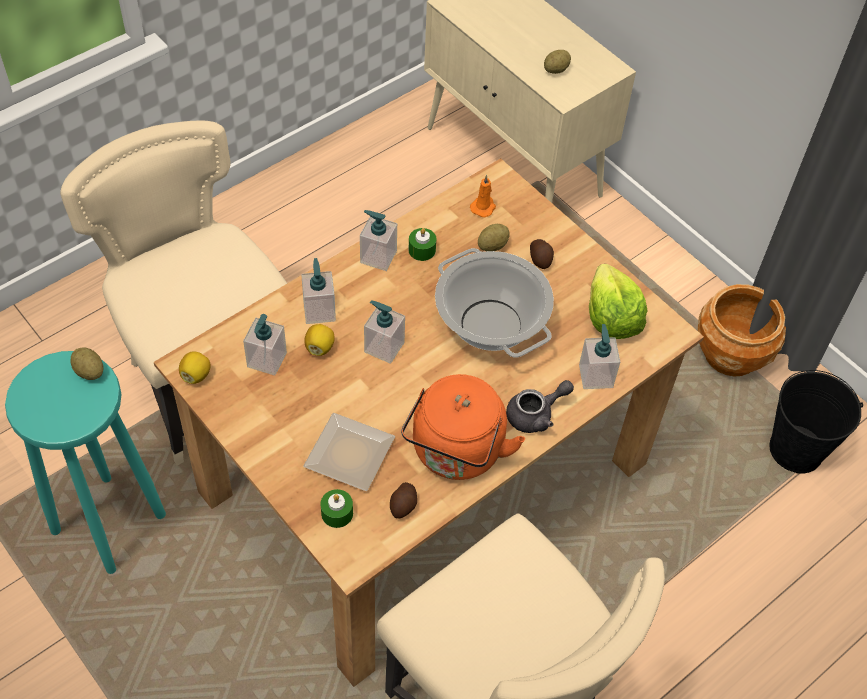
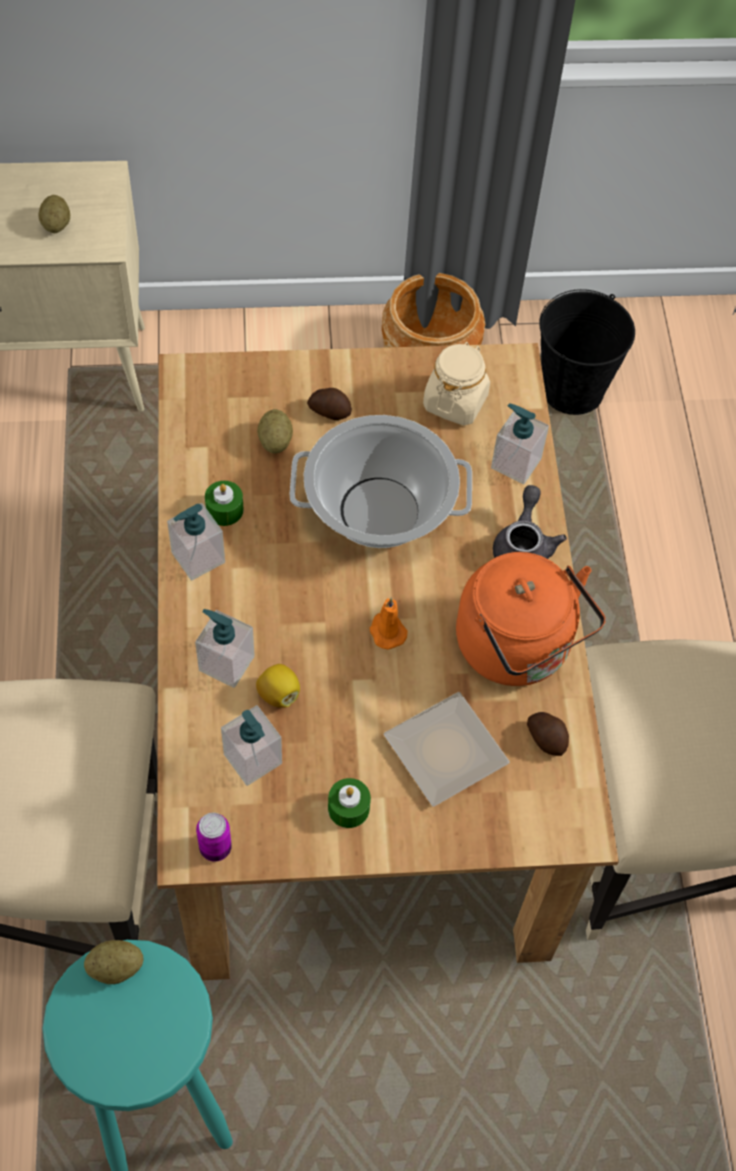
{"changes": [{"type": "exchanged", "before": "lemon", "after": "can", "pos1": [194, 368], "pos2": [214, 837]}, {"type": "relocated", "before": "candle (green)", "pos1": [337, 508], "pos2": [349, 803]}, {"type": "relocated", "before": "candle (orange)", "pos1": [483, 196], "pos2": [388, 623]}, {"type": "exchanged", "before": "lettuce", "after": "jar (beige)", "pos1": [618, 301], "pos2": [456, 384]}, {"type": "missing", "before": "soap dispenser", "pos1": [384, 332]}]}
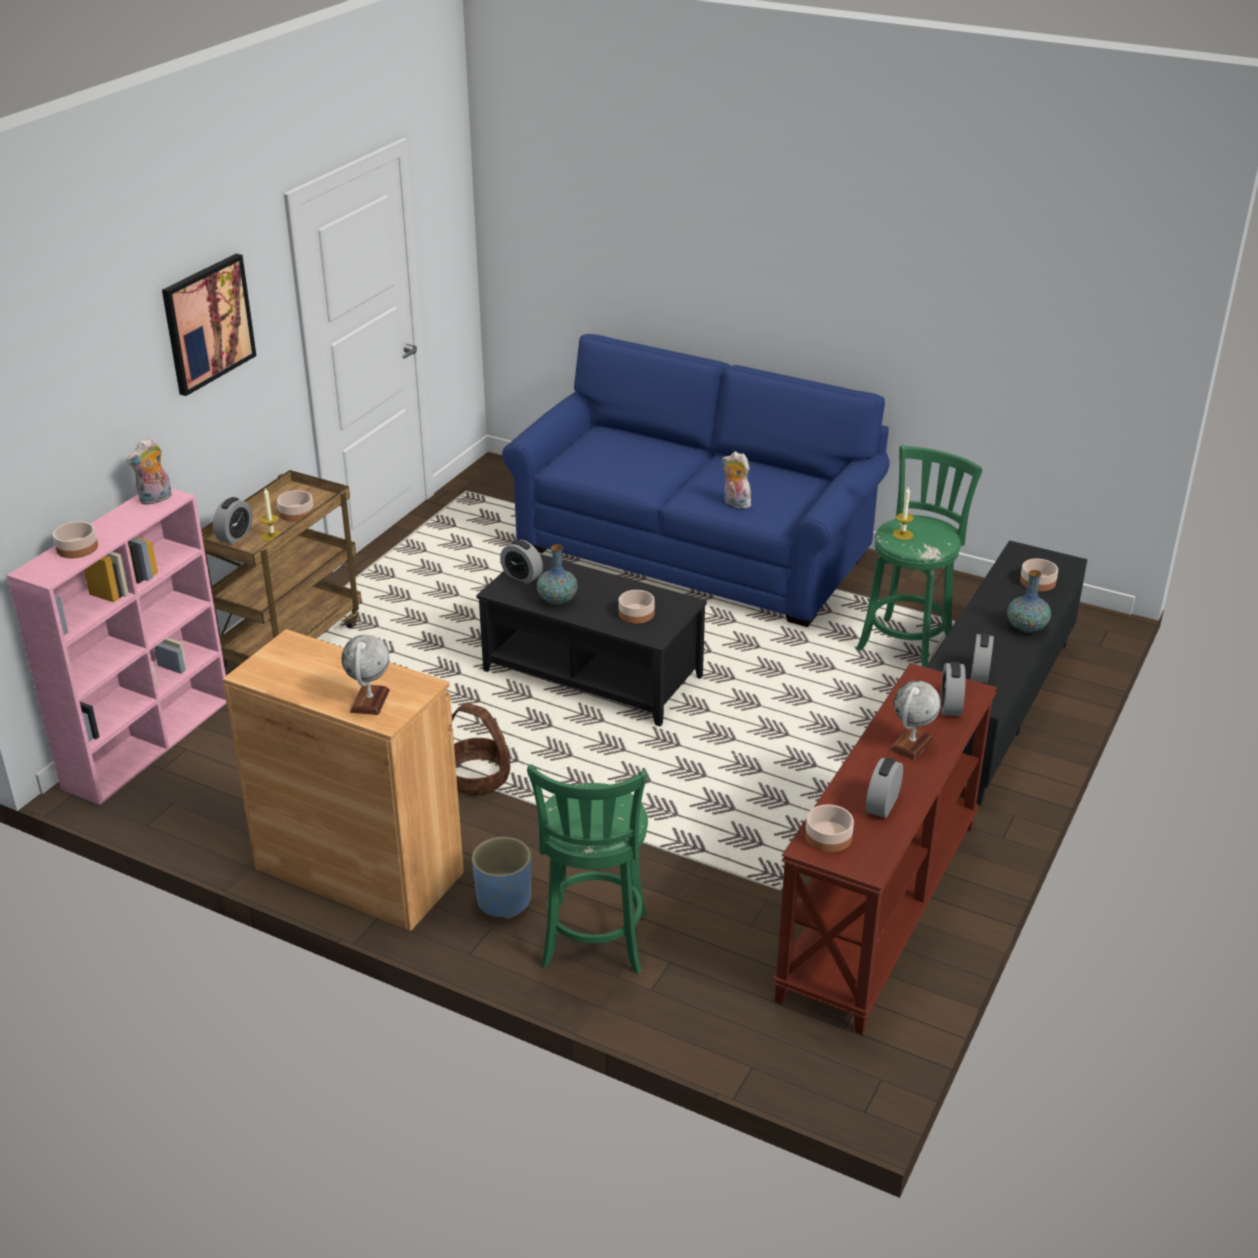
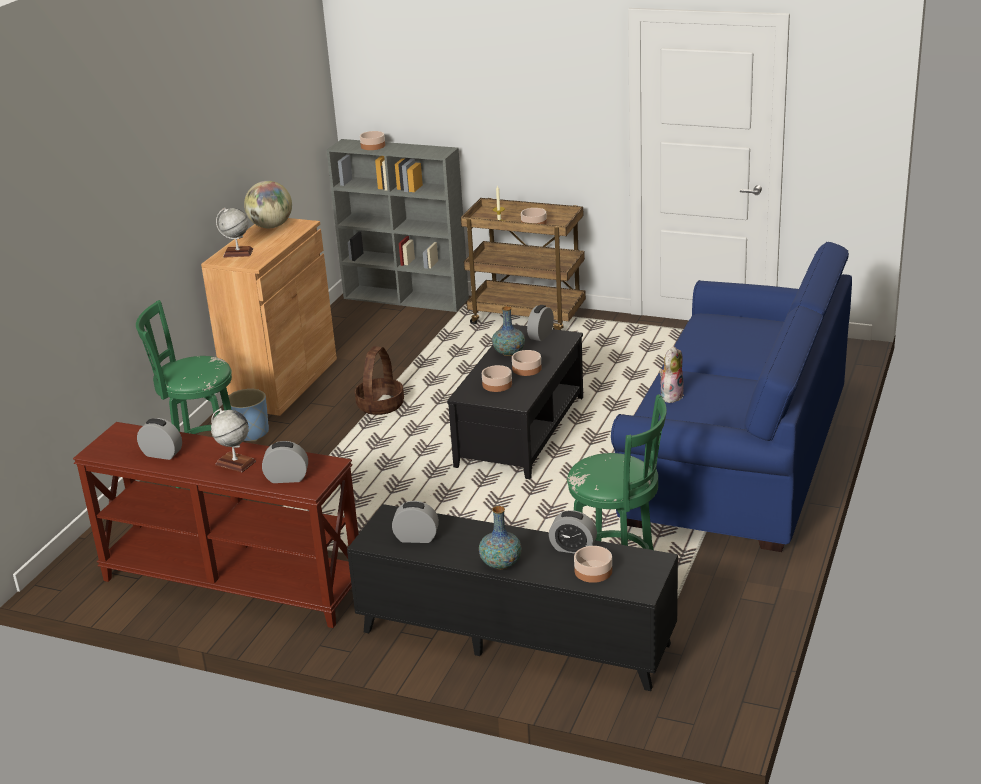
{"changes": [{"type": "appeared", "after": "globe", "pos2": [268, 204]}, {"type": "colour", "before": "bookcase (pink)", "after": "bookcase (grey)", "pos1": [117, 646], "pos2": [398, 225]}, {"type": "relocated", "before": "bowl", "pos1": [829, 828], "pos2": [527, 363]}, {"type": "relocated", "before": "alarm clock", "pos1": [233, 520], "pos2": [573, 532]}, {"type": "missing", "before": "plush toy", "pos1": [149, 471]}, {"type": "missing", "before": "picture", "pos1": [209, 325]}, {"type": "missing", "before": "candle", "pos1": [903, 513]}]}
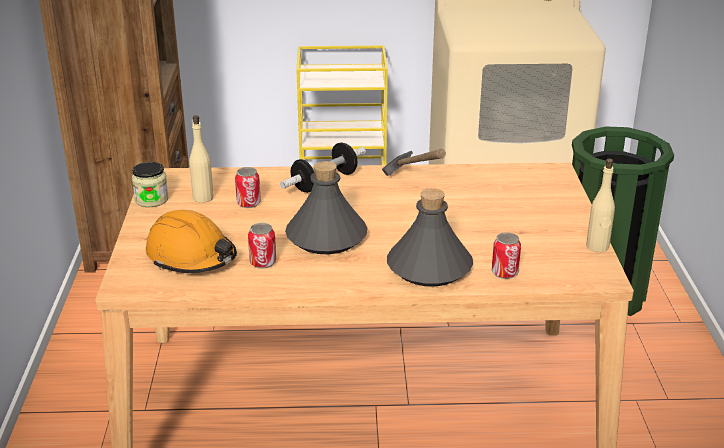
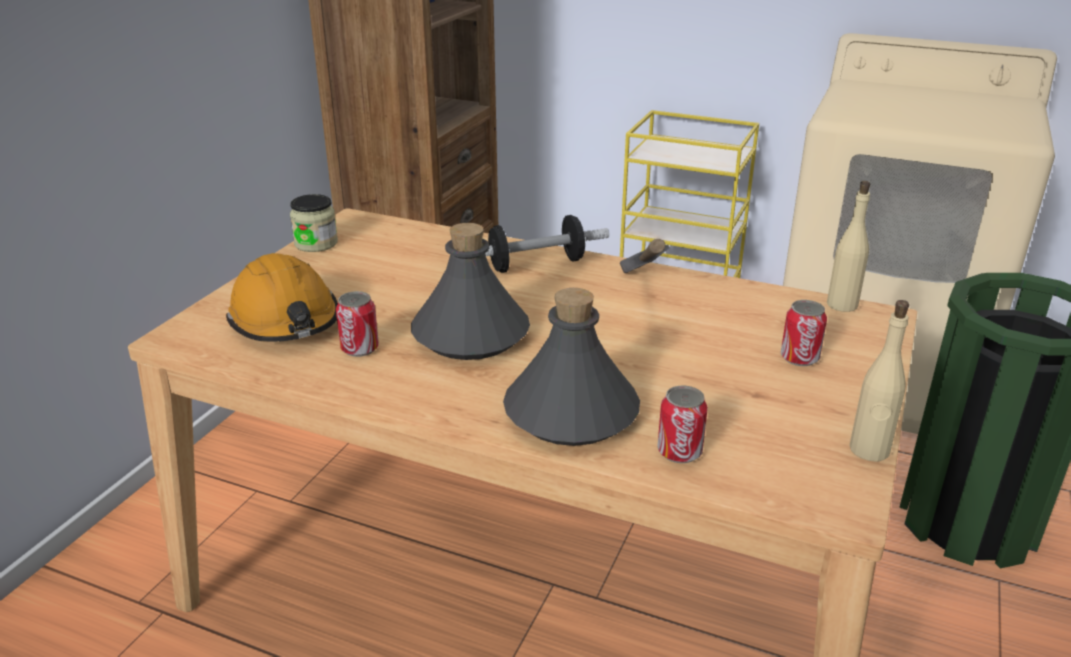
{"changes": [{"type": "relocated", "before": "can", "pos1": [248, 187], "pos2": [804, 333]}, {"type": "relocated", "before": "bottle (beige)", "pos1": [201, 159], "pos2": [848, 246]}]}
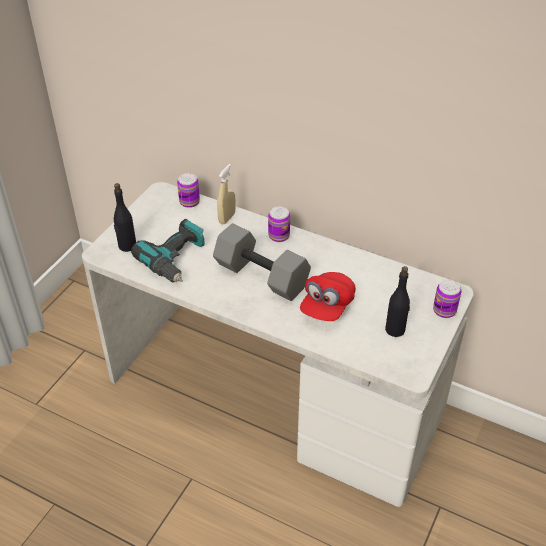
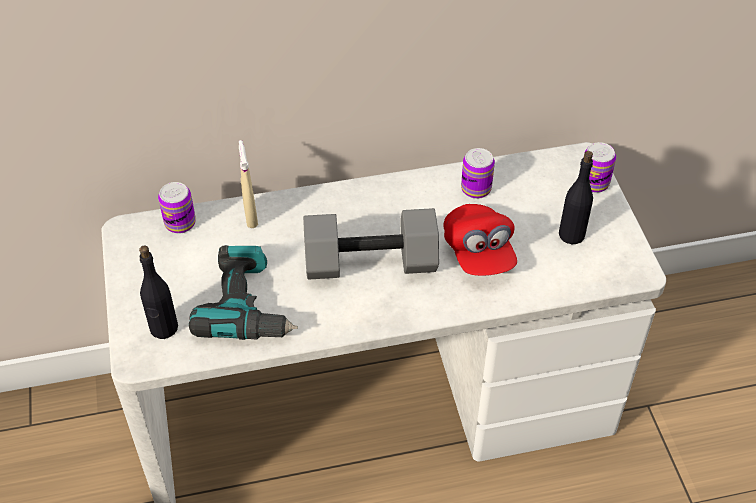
{"changes": [{"type": "relocated", "before": "can", "pos1": [279, 224], "pos2": [478, 173]}]}
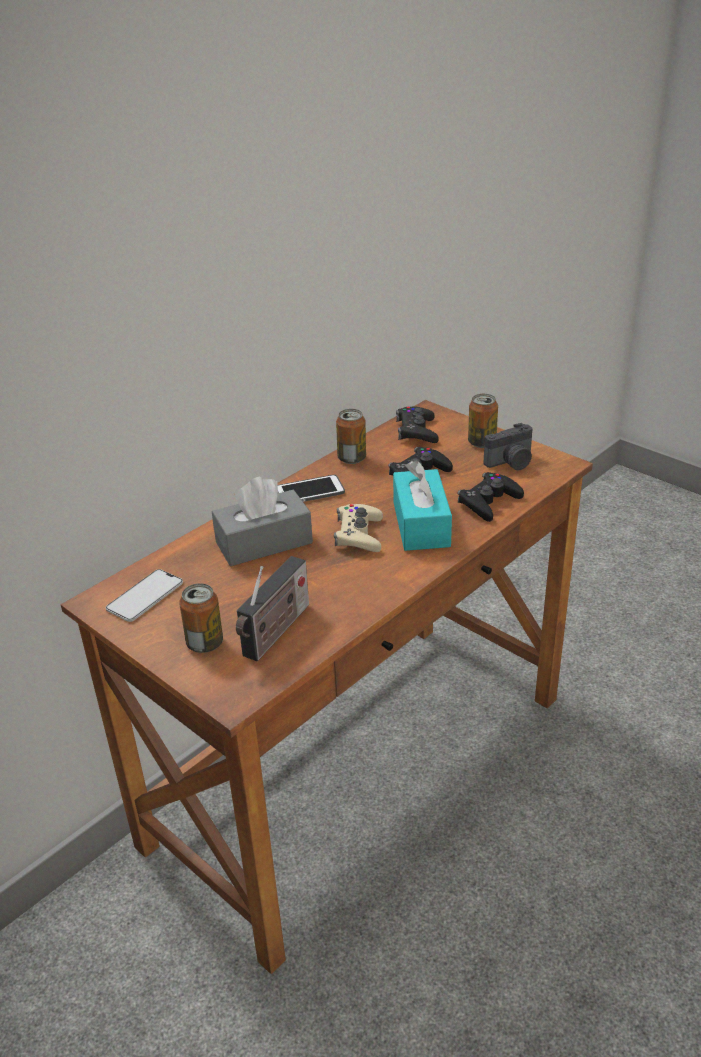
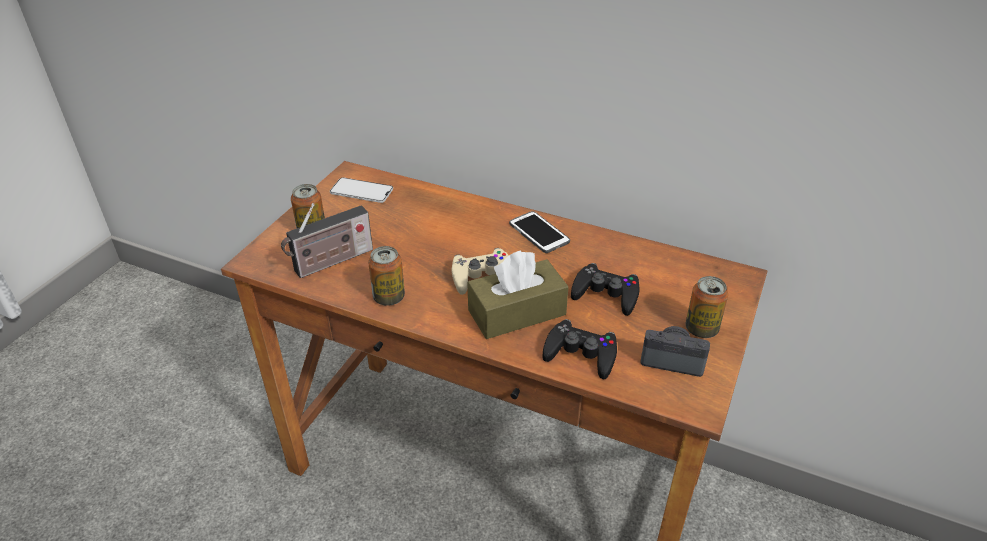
{"changes": [{"type": "spun", "before": "radio", "pos1": [272, 608], "pos2": [327, 240], "turn": -45}, {"type": "relocated", "before": "can", "pos1": [351, 436], "pos2": [386, 276]}, {"type": "colour", "before": "tissue box (turquoise)", "after": "tissue box (brown)", "pos1": [422, 505], "pos2": [518, 295]}, {"type": "spun", "before": "photo camera", "pos1": [508, 446], "pos2": [675, 351], "turn": 150}, {"type": "missing", "before": "tissue box (grey)", "pos1": [262, 521]}, {"type": "missing", "before": "game controller (black)", "pos1": [417, 424]}]}
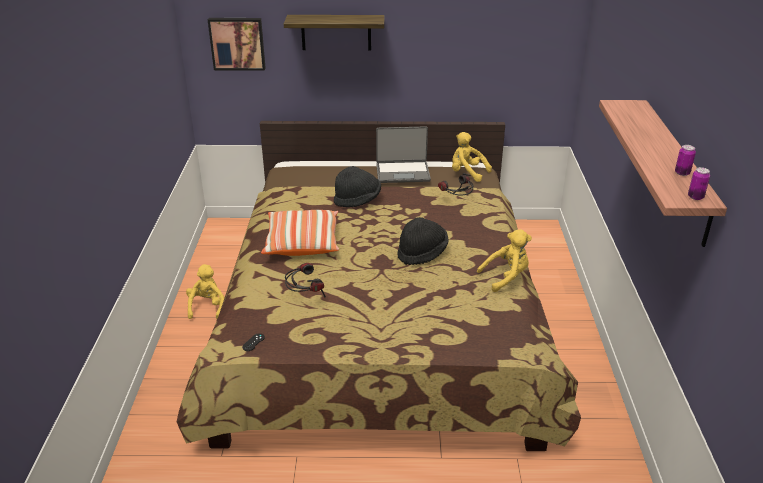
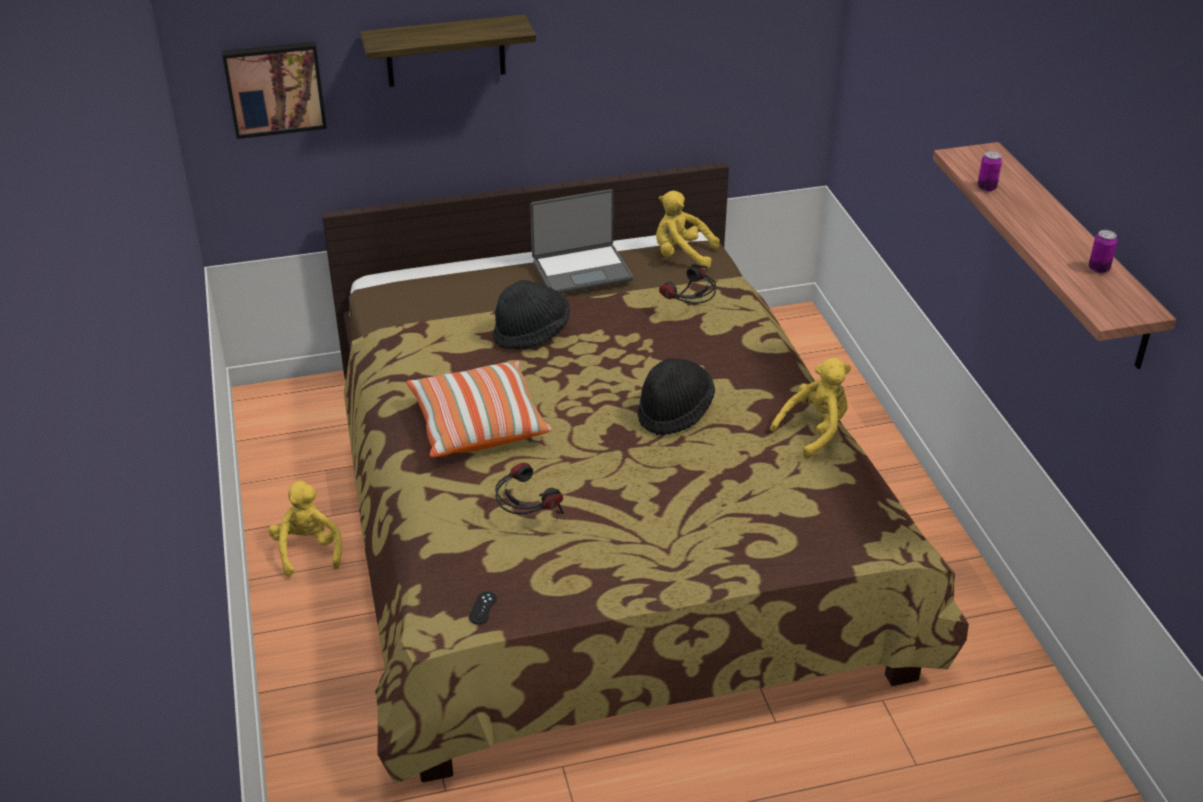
{"changes": [{"type": "relocated", "before": "can", "pos1": [699, 183], "pos2": [989, 171]}]}
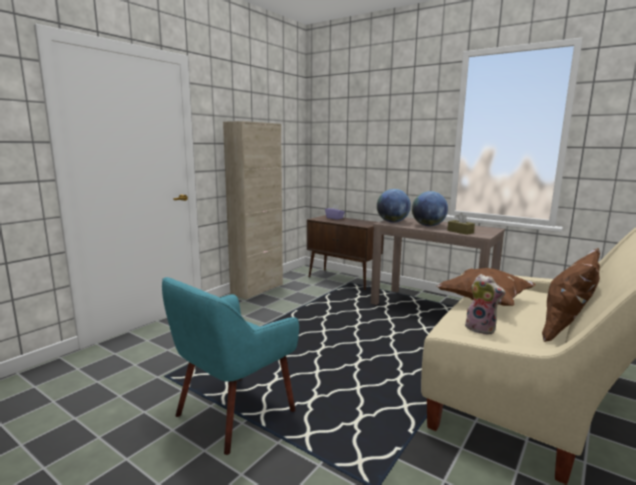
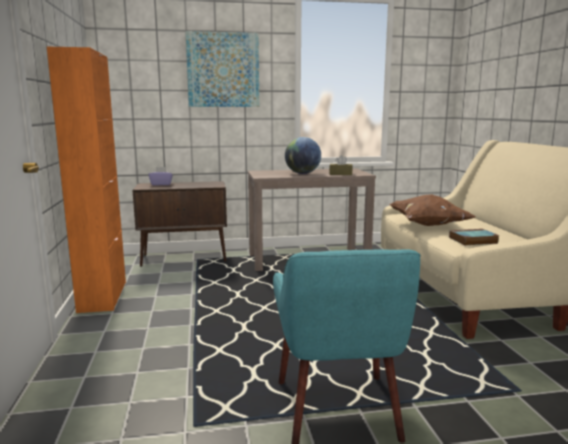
{"changes": [{"type": "colour", "before": "cabinet (beige)", "after": "cabinet (orange)", "pos1": [253, 210], "pos2": [86, 180]}, {"type": "appeared", "after": "picture", "pos2": [222, 69]}, {"type": "exchanged", "before": "plush toy", "after": "book", "pos1": [485, 304], "pos2": [474, 237]}, {"type": "missing", "before": "globe", "pos1": [394, 205]}, {"type": "missing", "before": "pillow (brown)", "pos1": [571, 295]}]}
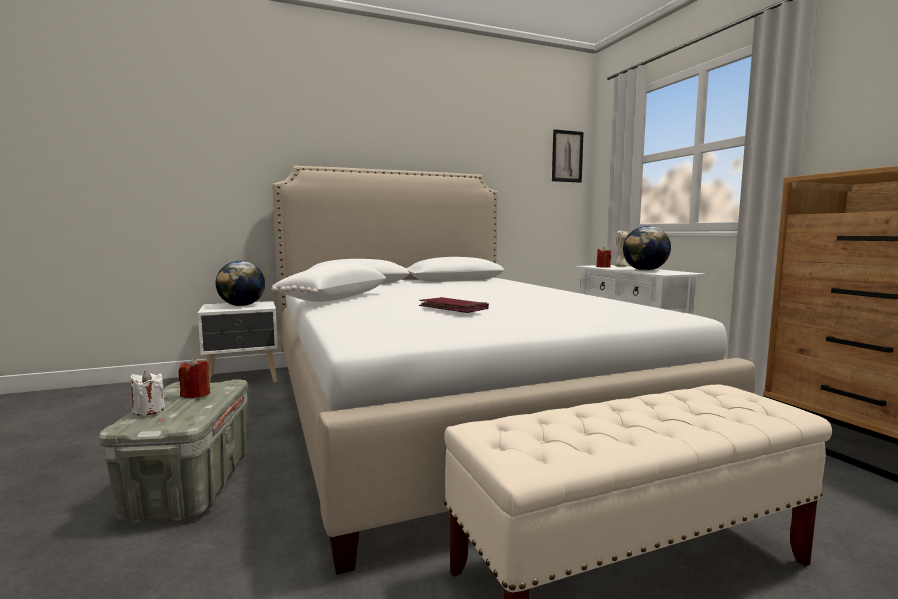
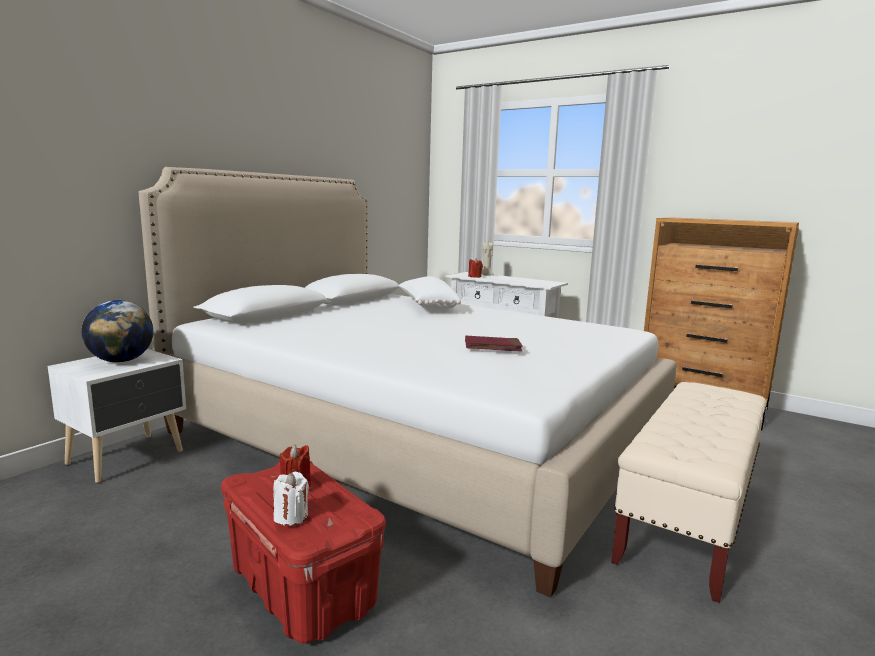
{"changes": [{"type": "colour", "before": "storage box (grey)", "after": "storage box (red)", "pos1": [173, 451], "pos2": [303, 552]}, {"type": "relocated", "before": "pillow (white)", "pos1": [329, 282], "pos2": [429, 293]}, {"type": "missing", "before": "picture", "pos1": [568, 156]}, {"type": "missing", "before": "globe", "pos1": [647, 248]}]}
